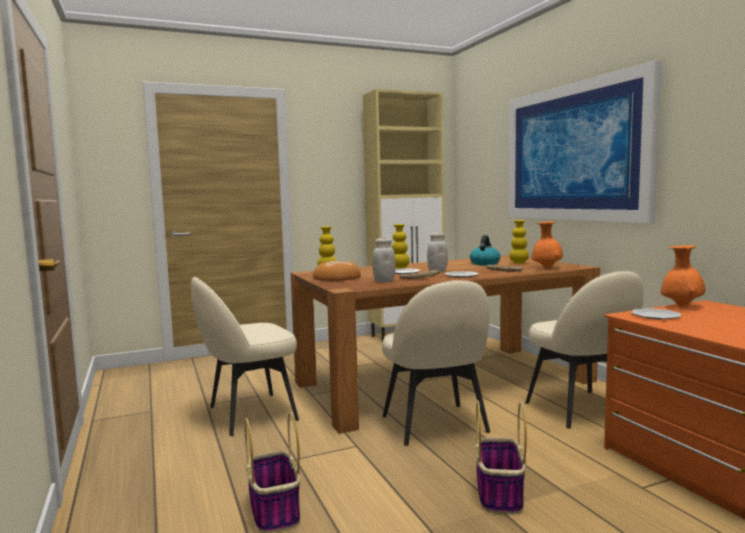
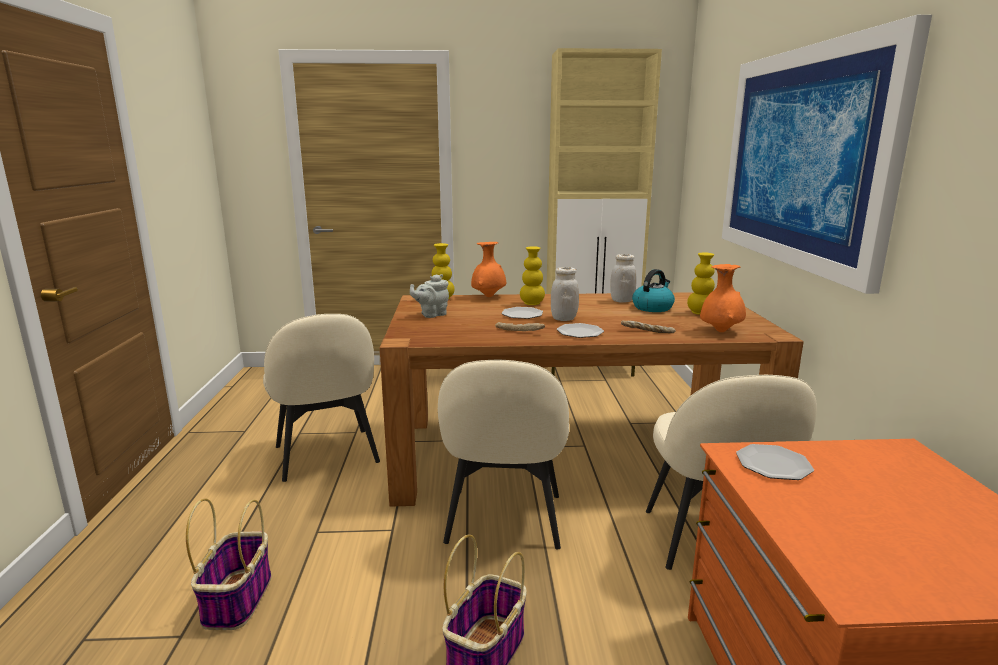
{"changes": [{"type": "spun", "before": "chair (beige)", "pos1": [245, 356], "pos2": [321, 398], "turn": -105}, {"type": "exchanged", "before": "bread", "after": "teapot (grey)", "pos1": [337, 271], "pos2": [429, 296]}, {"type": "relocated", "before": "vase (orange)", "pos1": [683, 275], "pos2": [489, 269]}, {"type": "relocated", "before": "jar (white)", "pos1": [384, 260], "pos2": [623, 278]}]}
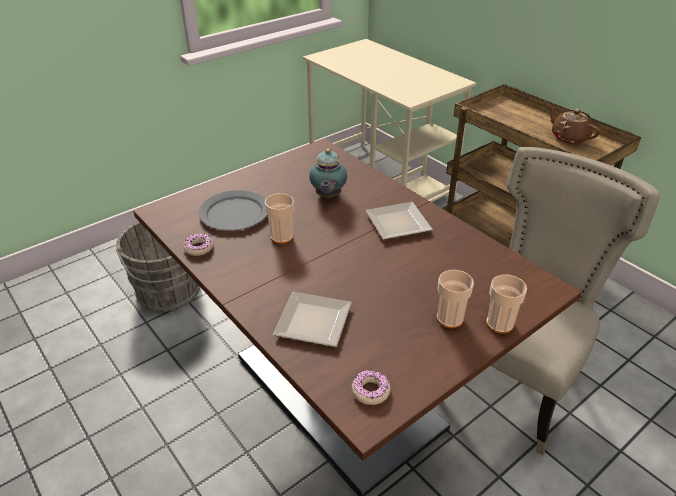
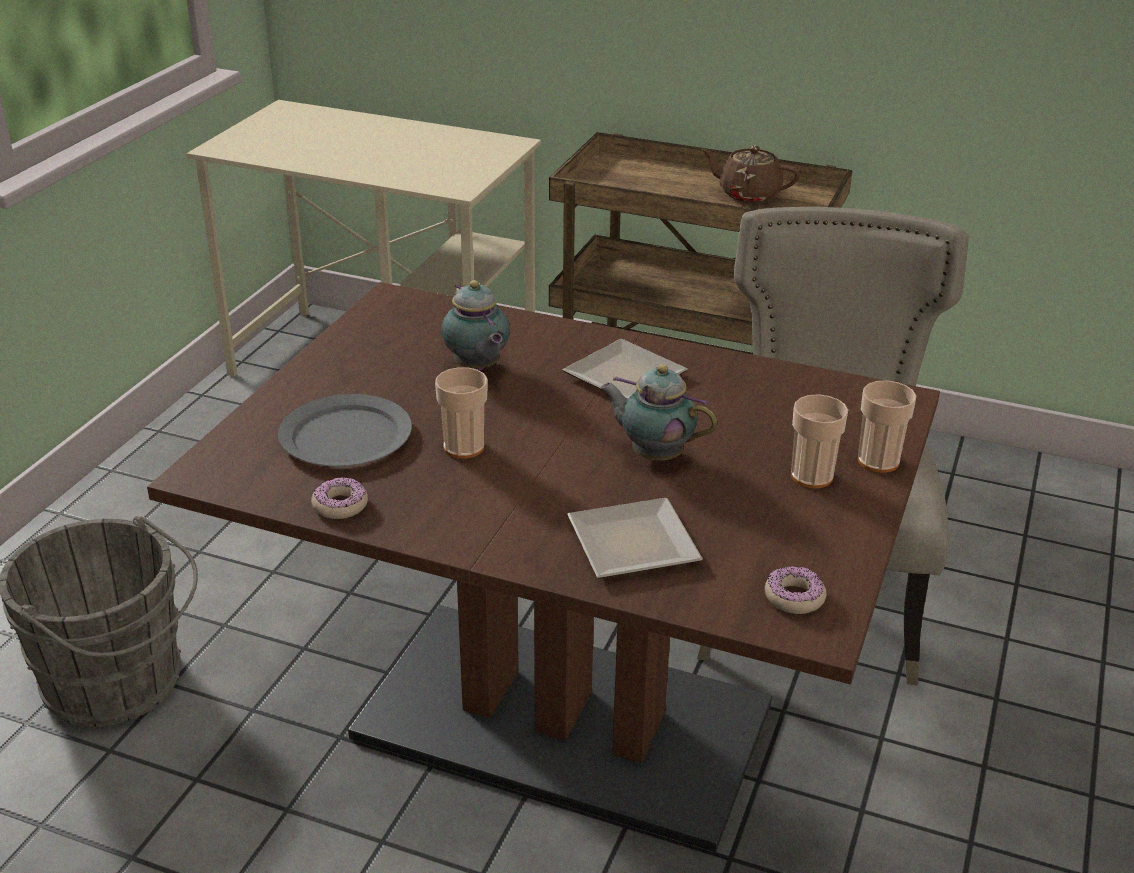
{"changes": [{"type": "appeared", "after": "teapot", "pos2": [658, 412]}]}
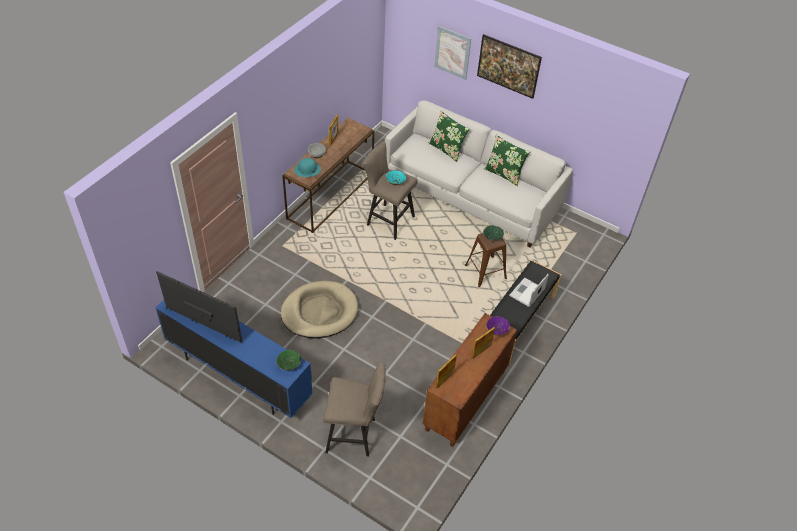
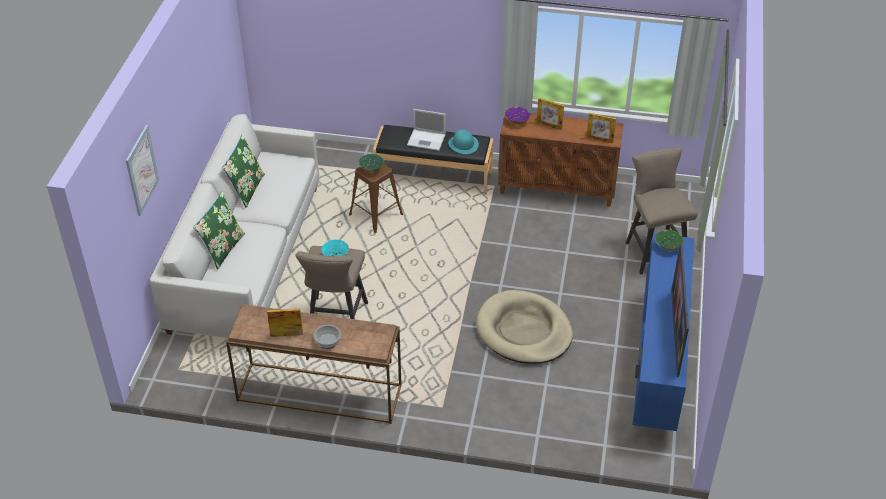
{"changes": [{"type": "relocated", "before": "hat (turquoise)", "pos1": [307, 167], "pos2": [463, 141]}, {"type": "missing", "before": "picture", "pos1": [509, 66]}]}
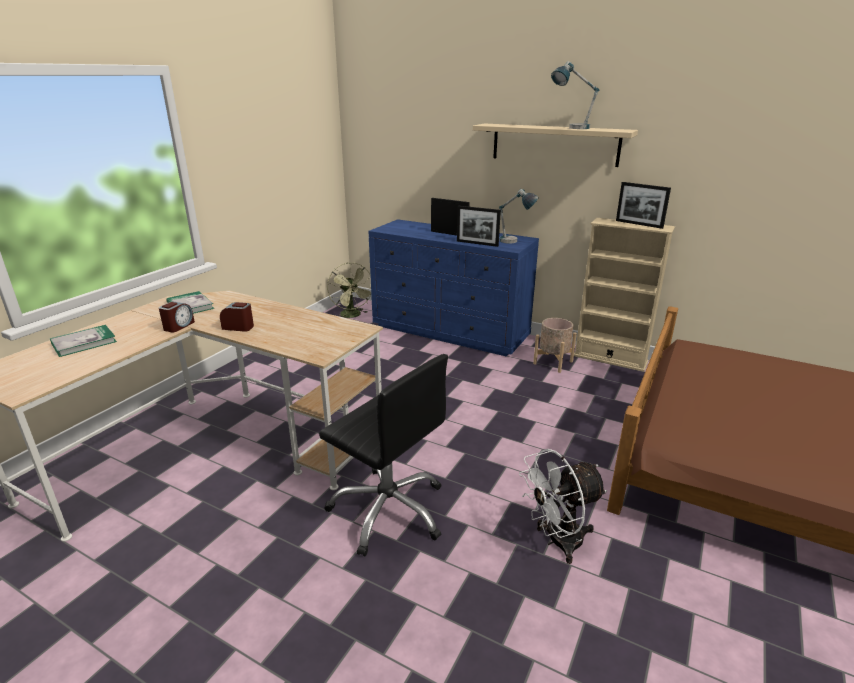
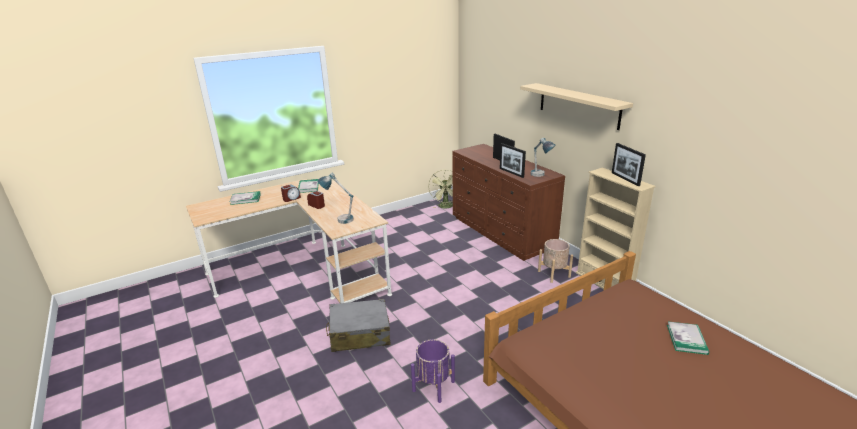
{"changes": [{"type": "relocated", "before": "table lamp", "pos1": [575, 95], "pos2": [335, 198]}, {"type": "exchanged", "before": "office chair (black)", "after": "suitcase (grey)", "pos1": [383, 455], "pos2": [358, 325]}, {"type": "exchanged", "before": "fan (white)", "after": "planter (purple)", "pos1": [563, 506], "pos2": [433, 371]}, {"type": "colour", "before": "dresser (blue)", "after": "dresser (brown)", "pos1": [453, 288], "pos2": [508, 202]}, {"type": "appeared", "after": "book", "pos2": [688, 338]}]}
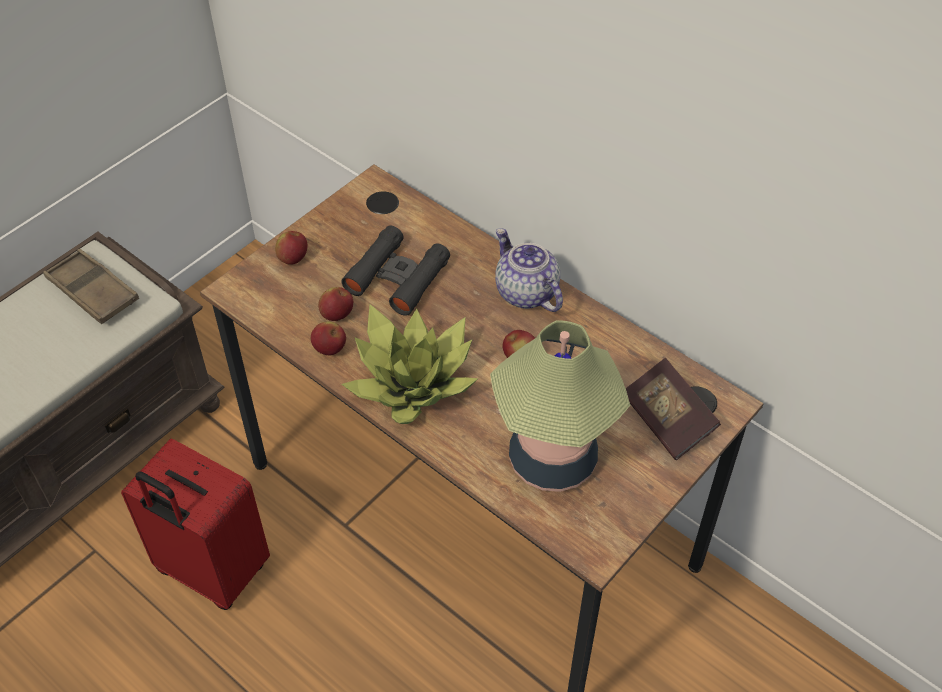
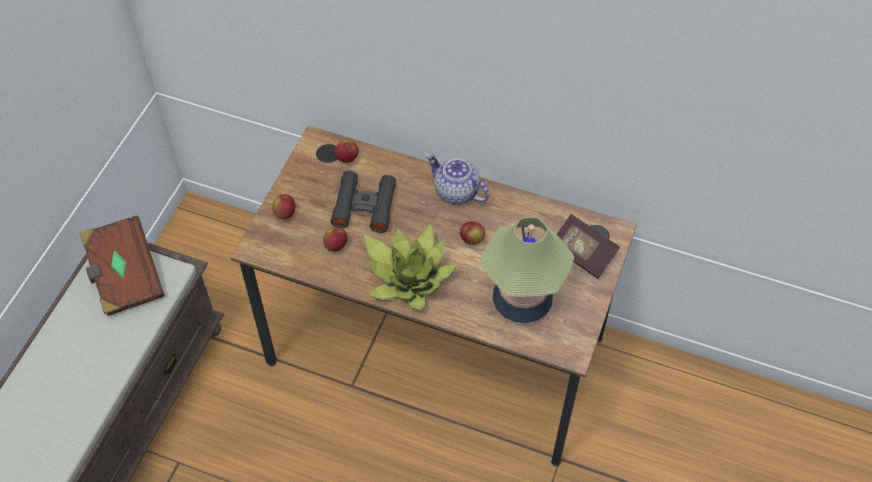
{"changes": [{"type": "exchanged", "before": "tray (brown)", "after": "book (brown)", "pos1": [91, 286], "pos2": [121, 266]}, {"type": "relocated", "before": "apple", "pos1": [328, 338], "pos2": [347, 151]}, {"type": "missing", "before": "suitcase (red)", "pos1": [195, 524]}]}
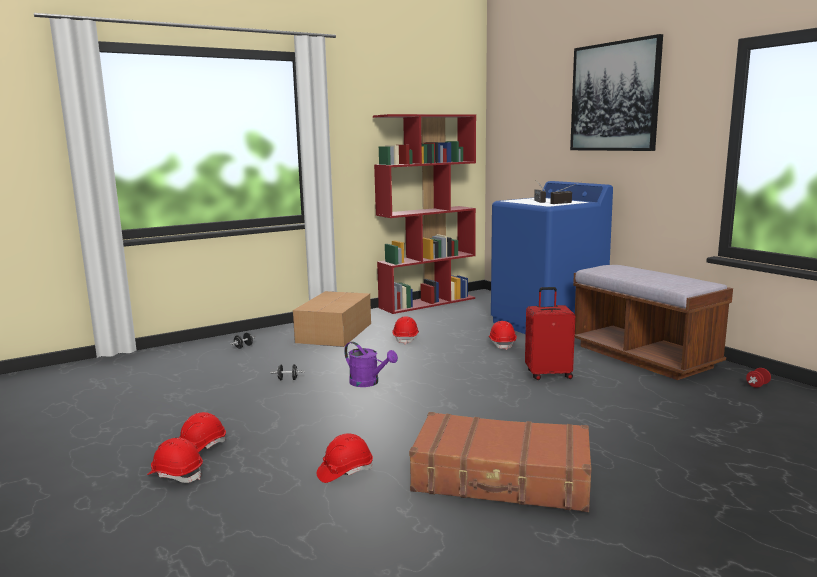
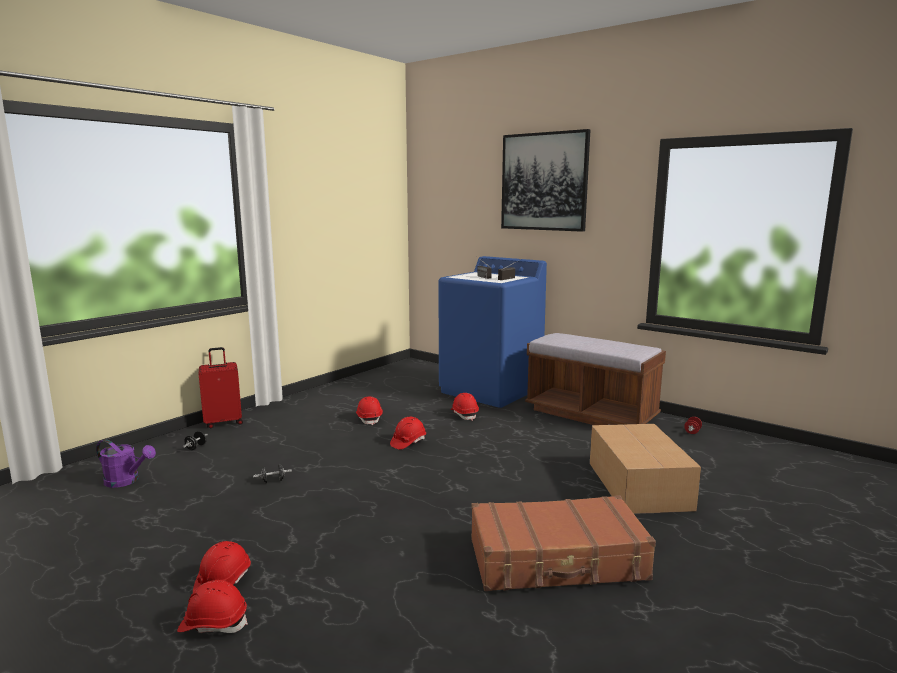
{"changes": [{"type": "relocated", "before": "watering can (purple)", "pos1": [371, 364], "pos2": [126, 463]}, {"type": "relocated", "before": "suitcase (red)", "pos1": [550, 333], "pos2": [221, 387]}, {"type": "relocated", "before": "hard hat (red)", "pos1": [345, 458], "pos2": [408, 433]}, {"type": "relocated", "before": "cardboard box", "pos1": [332, 319], "pos2": [645, 469]}, {"type": "missing", "before": "bookcase (red)", "pos1": [424, 214]}]}
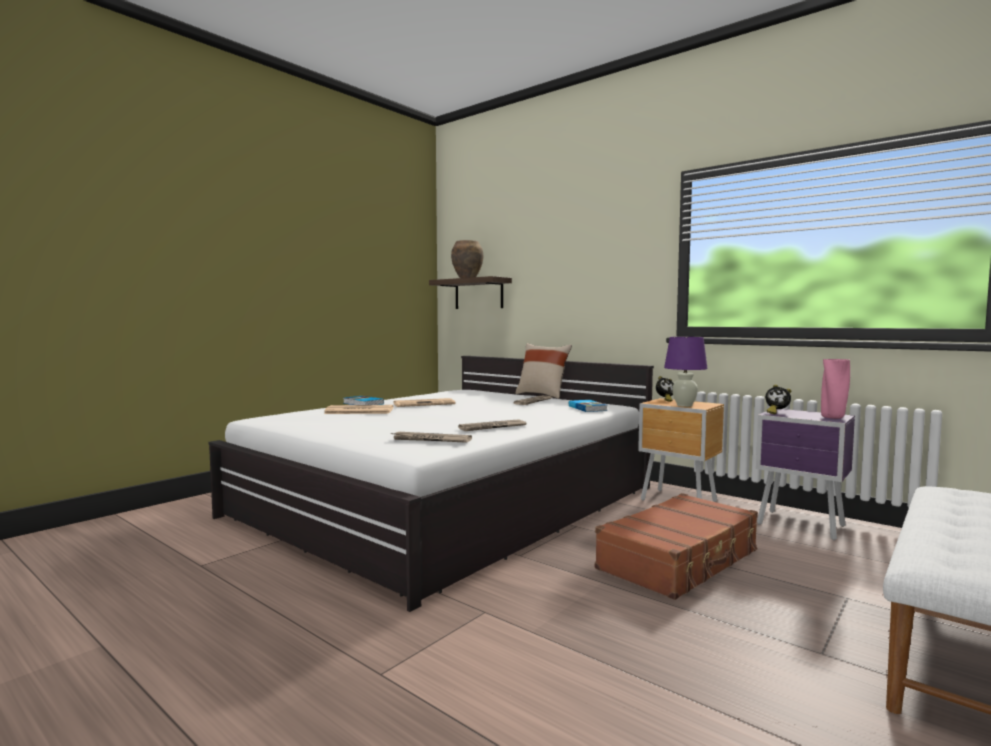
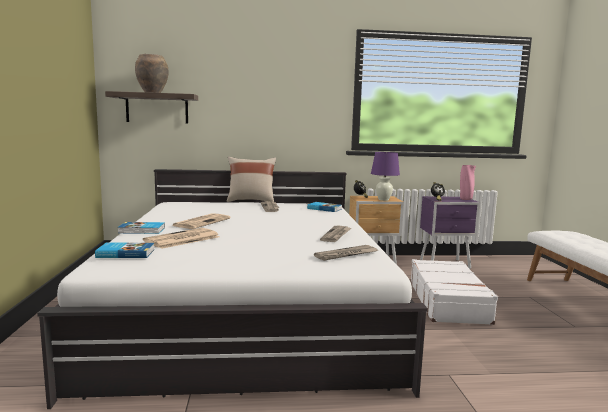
{"changes": [{"type": "appeared", "after": "book", "pos2": [124, 250]}, {"type": "colour", "before": "suitcase (brown)", "after": "suitcase (white)", "pos1": [676, 546], "pos2": [454, 292]}]}
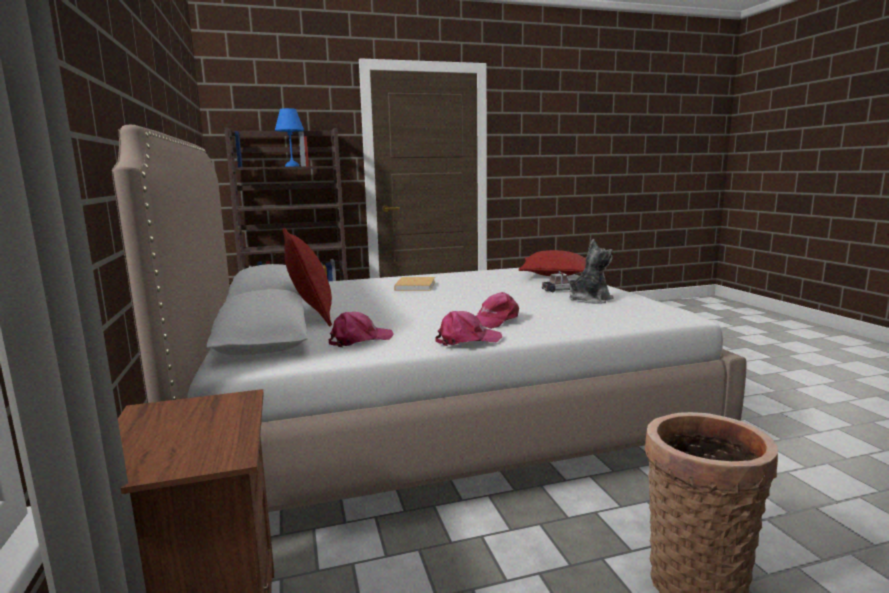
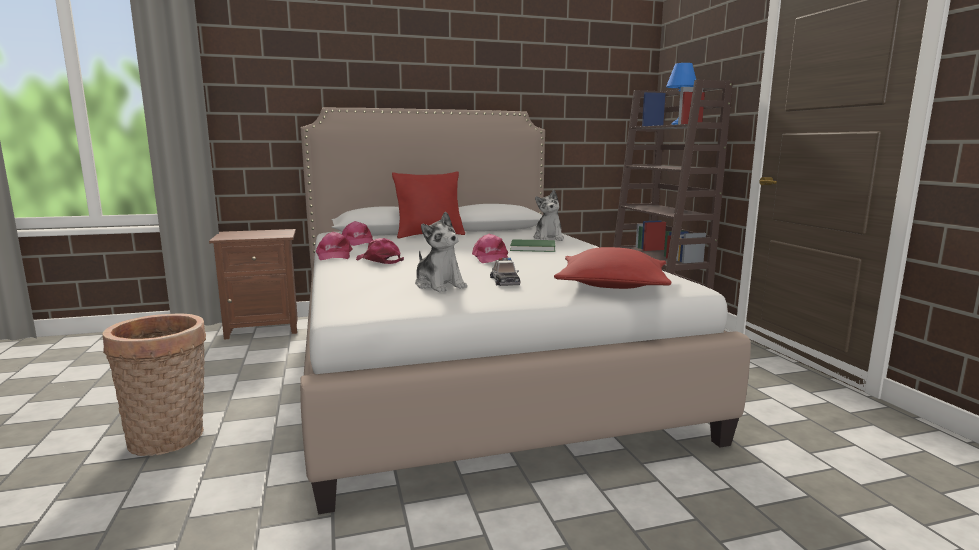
{"changes": [{"type": "appeared", "after": "cap (pink)", "pos2": [490, 248]}, {"type": "colour", "before": "book (beige)", "after": "book (green)", "pos1": [414, 284], "pos2": [532, 245]}, {"type": "appeared", "after": "plush toy", "pos2": [549, 215]}]}
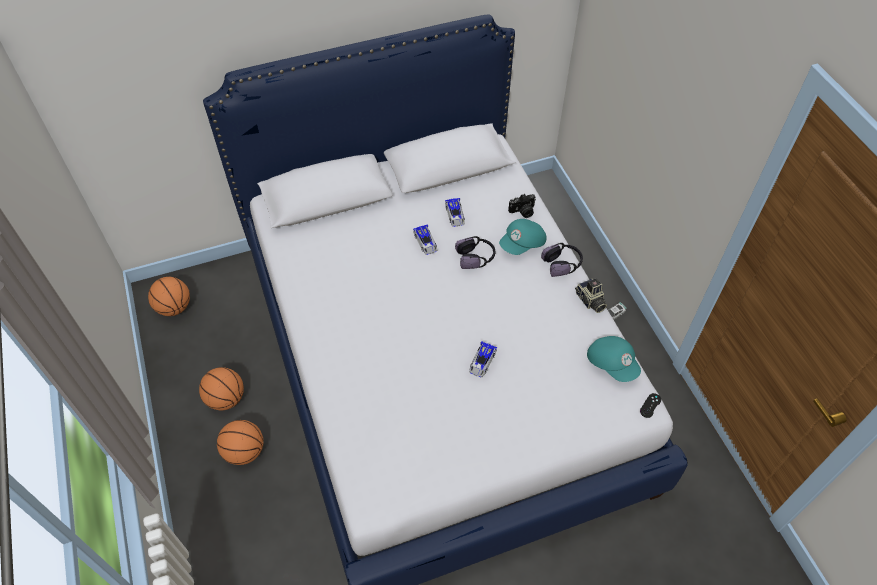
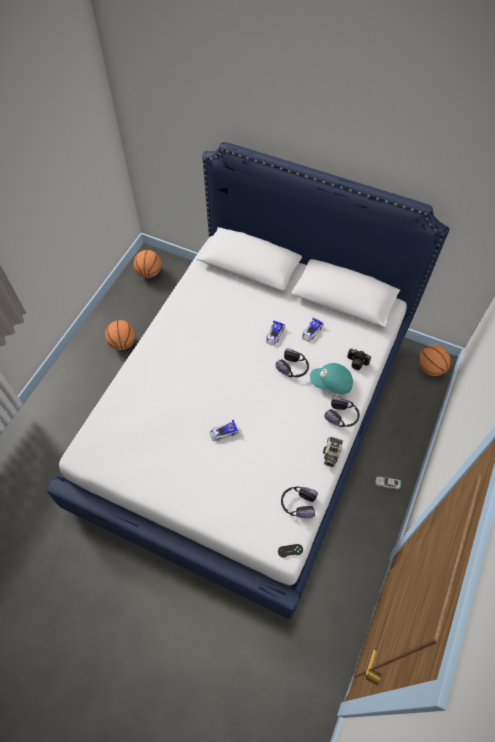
{"changes": [{"type": "exchanged", "before": "cap (turquoise)", "after": "headphones", "pos1": [614, 359], "pos2": [299, 502]}, {"type": "relocated", "before": "basketball", "pos1": [240, 442], "pos2": [435, 360]}]}
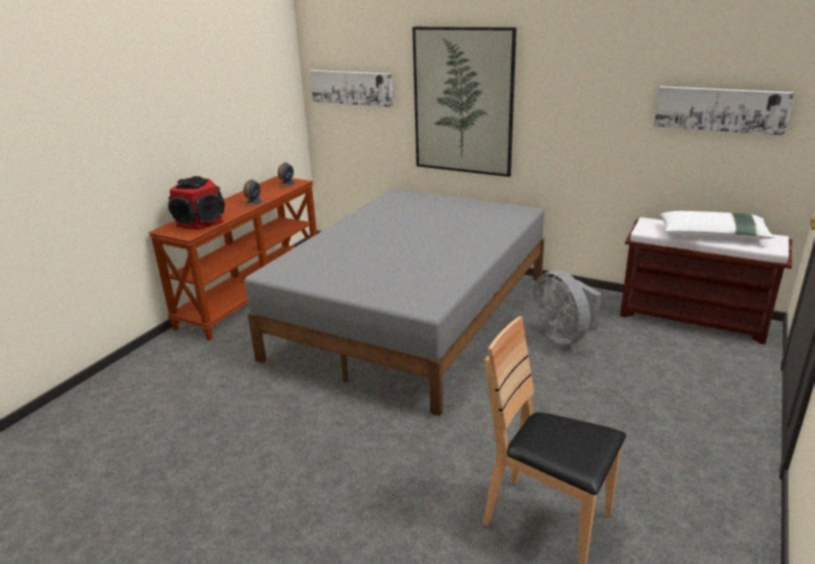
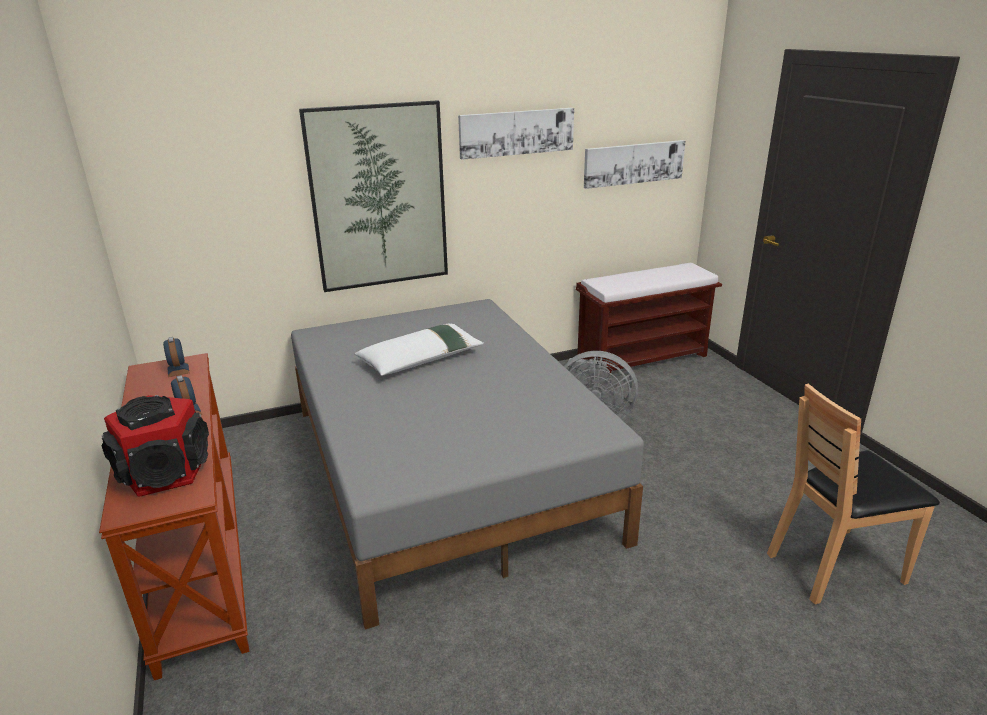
{"changes": [{"type": "relocated", "before": "pillow (white)", "pos1": [717, 225], "pos2": [419, 349]}, {"type": "relocated", "before": "picture", "pos1": [351, 88], "pos2": [516, 134]}]}
